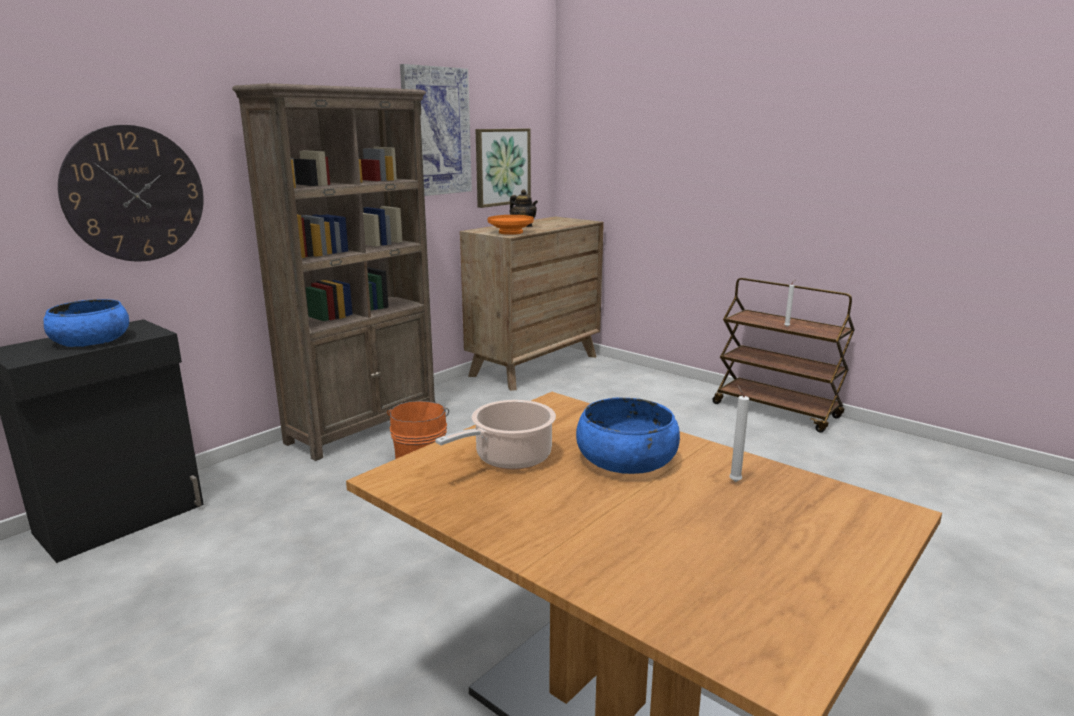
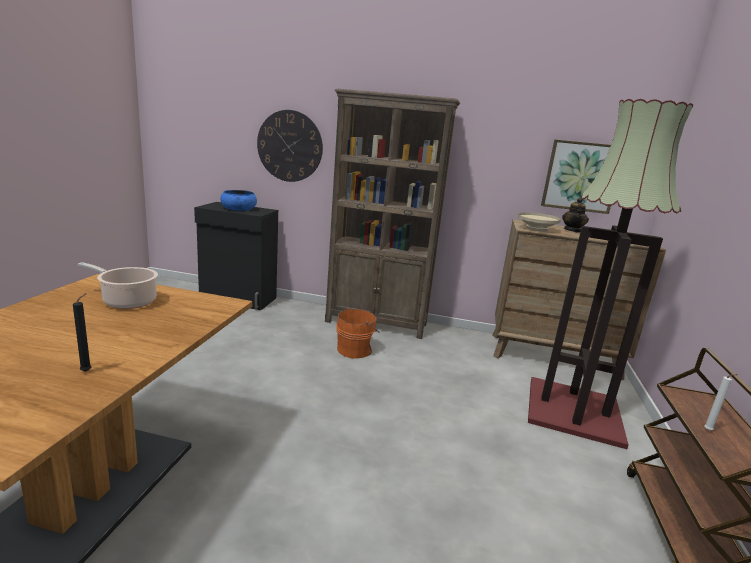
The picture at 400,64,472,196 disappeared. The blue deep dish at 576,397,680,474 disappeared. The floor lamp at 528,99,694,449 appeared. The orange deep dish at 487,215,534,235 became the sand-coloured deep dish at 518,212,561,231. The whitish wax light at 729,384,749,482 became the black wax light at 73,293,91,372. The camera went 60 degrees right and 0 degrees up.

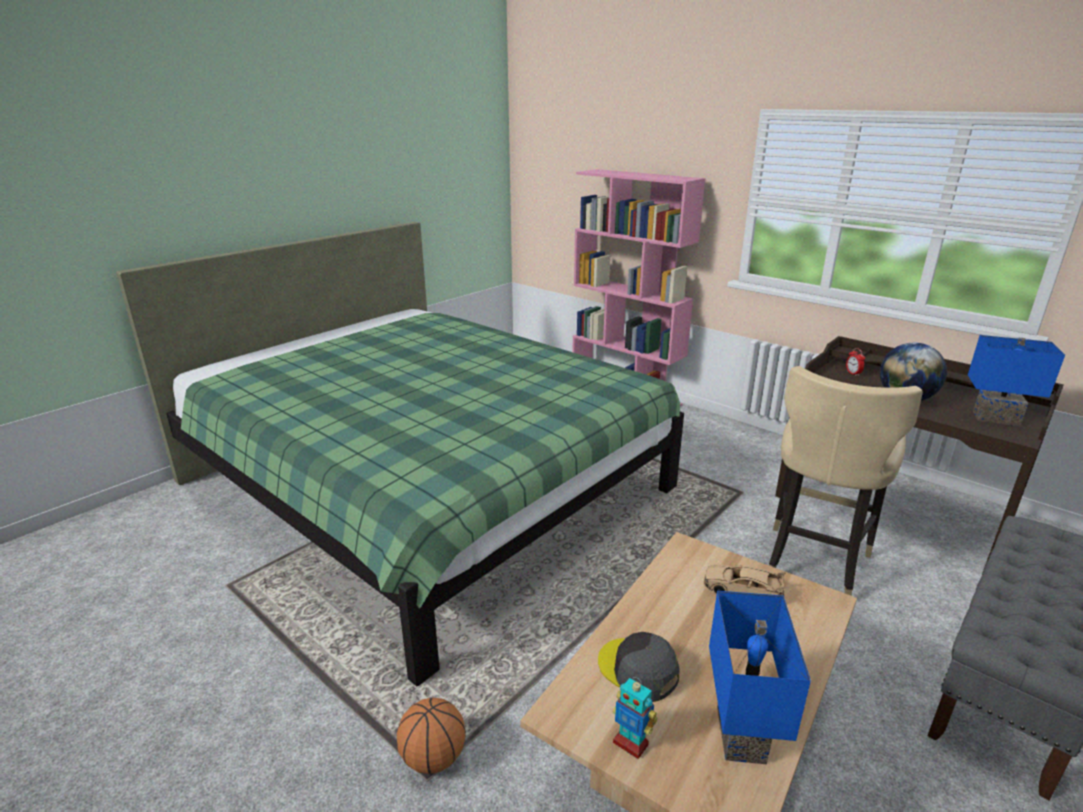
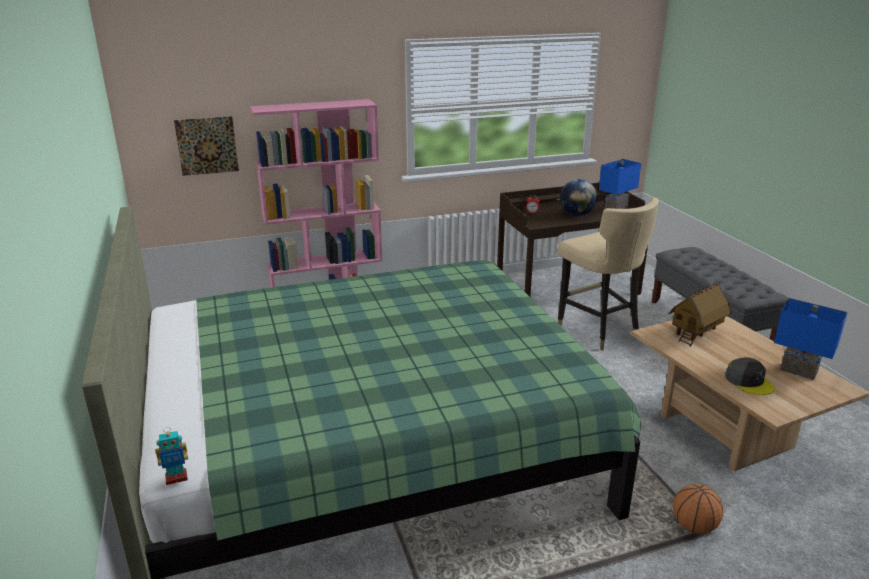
The picture at 174,116,239,176 appeared. The robot figure moved from 612,677,657,759 to 155,427,188,485. The sand-coloured miniature car at 704,564,786,596 was replaced by the miniature house at 669,283,731,347. The greyish peaked cap at 598,632,679,702 turned 105 degrees counterclockwise. The camera went 60 degrees left and 0 degrees up.

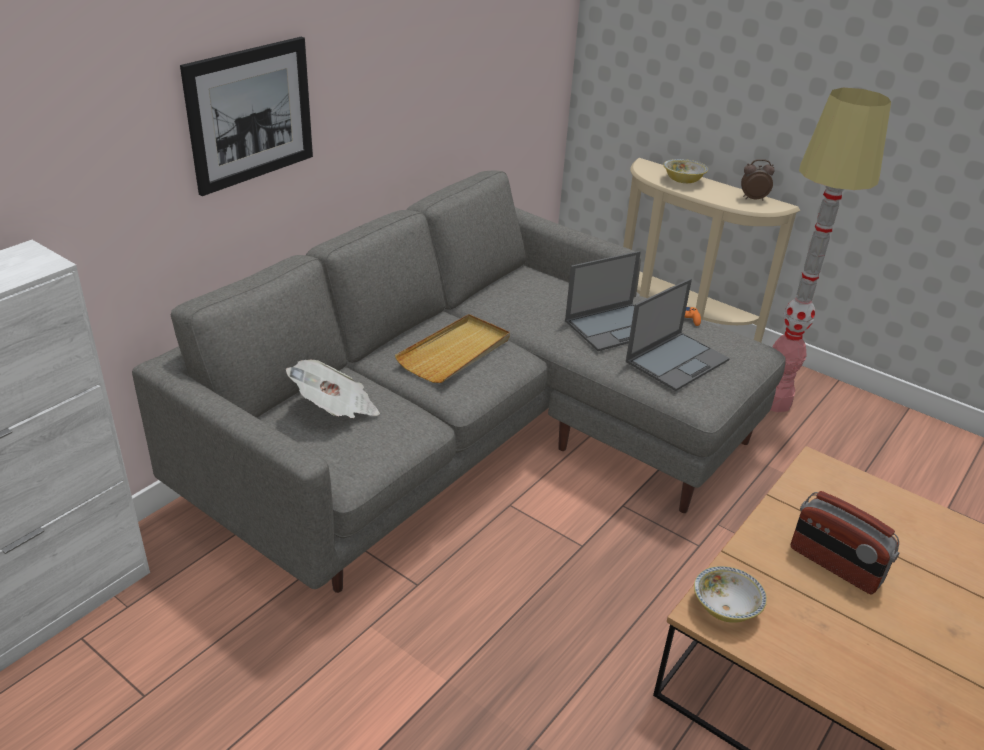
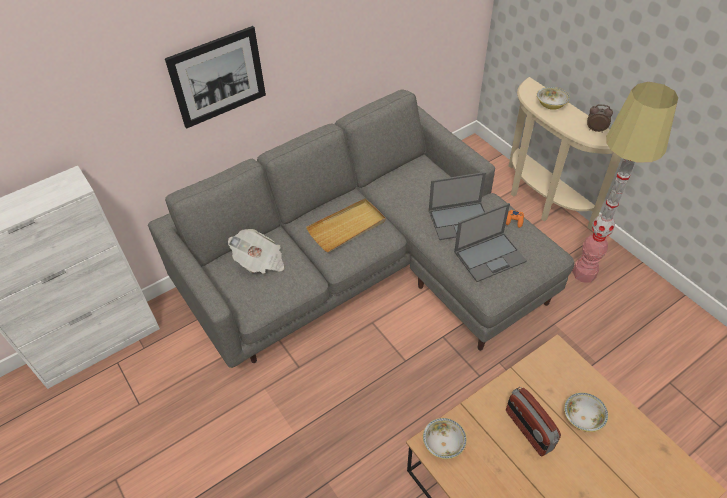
The deep dish at 564,392,608,432 appeared. The camera went 20 degrees right and 15 degrees up.

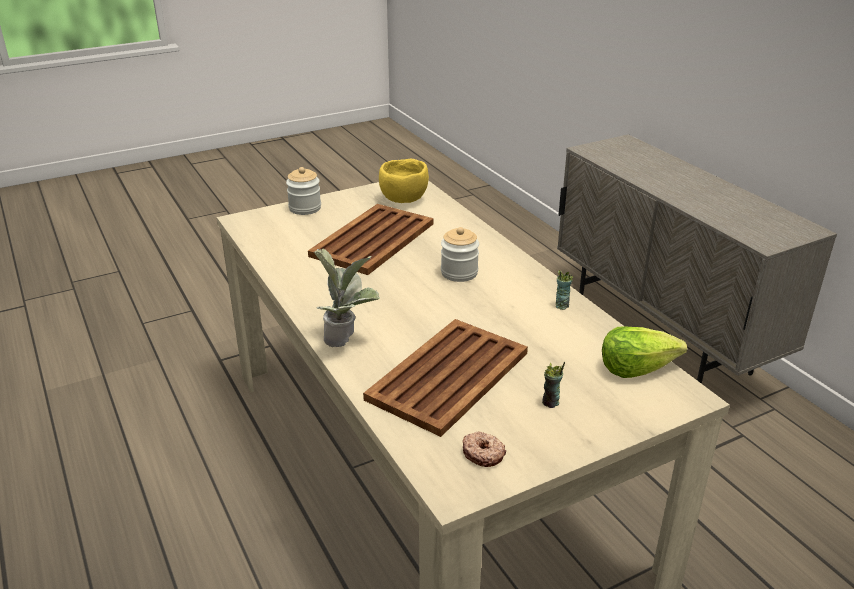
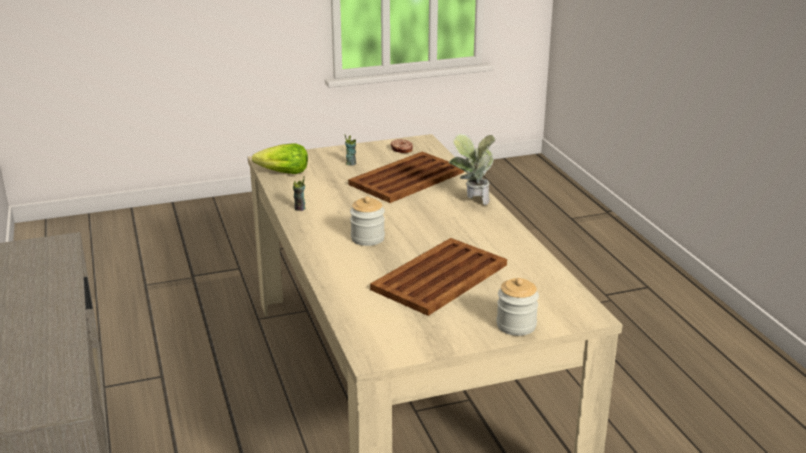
The yellowish deep dish at 379,159,429,203 disappeared. The camera went 170 degrees left and 5 degrees down.

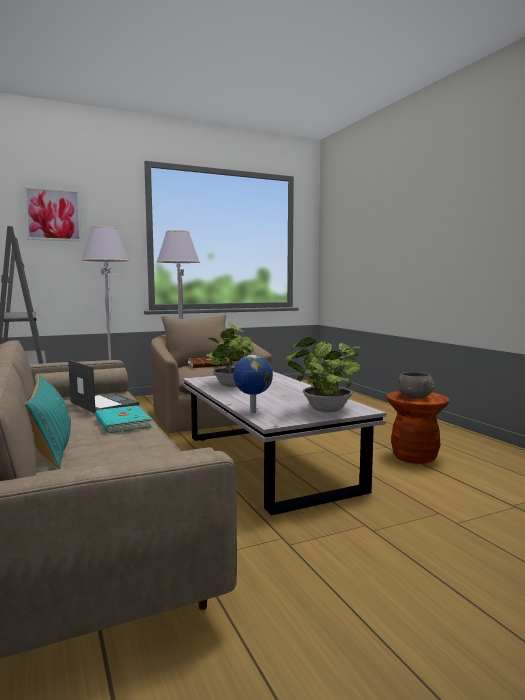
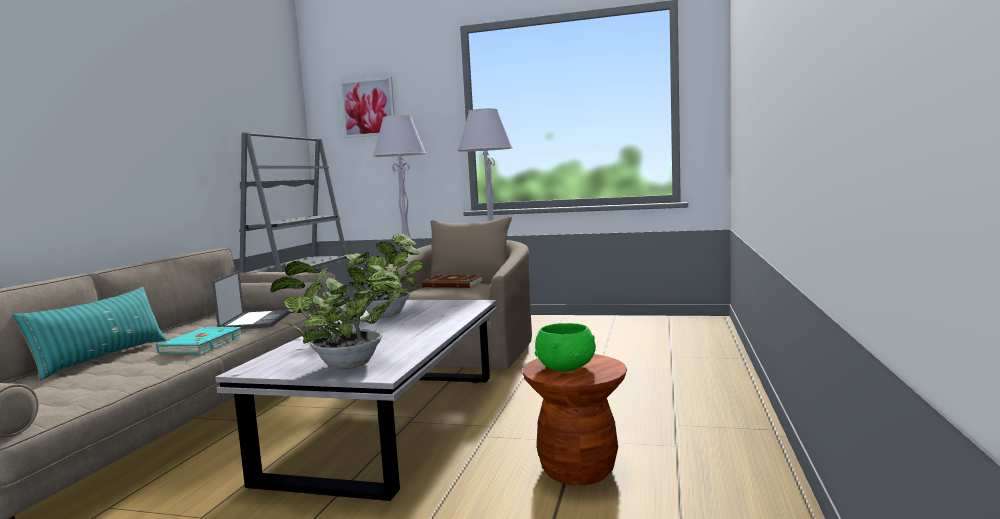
The globe at 233,355,273,413 disappeared. The greyish deep dish at 397,372,435,399 became the green deep dish at 535,323,596,371. The camera went 40 degrees right and 0 degrees up.

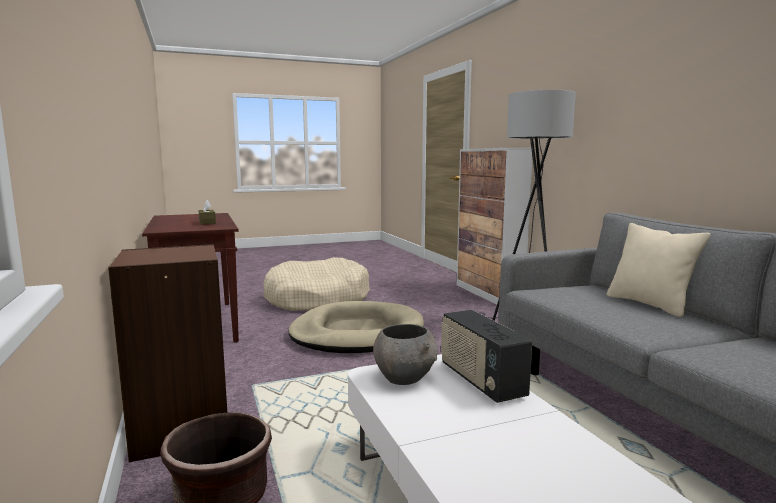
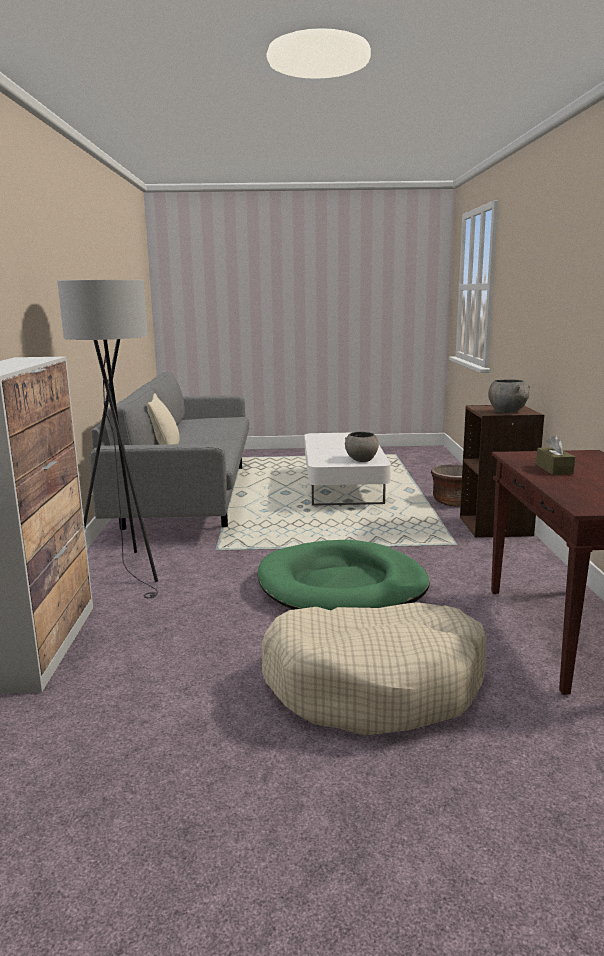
The radio set at 441,310,532,403 disappeared. The greyish deep dish at 488,380,530,413 appeared. The sand-coloured dog cushion at 288,301,424,353 became the green dog cushion at 258,540,430,610. The camera went 160 degrees left and 5 degrees up.

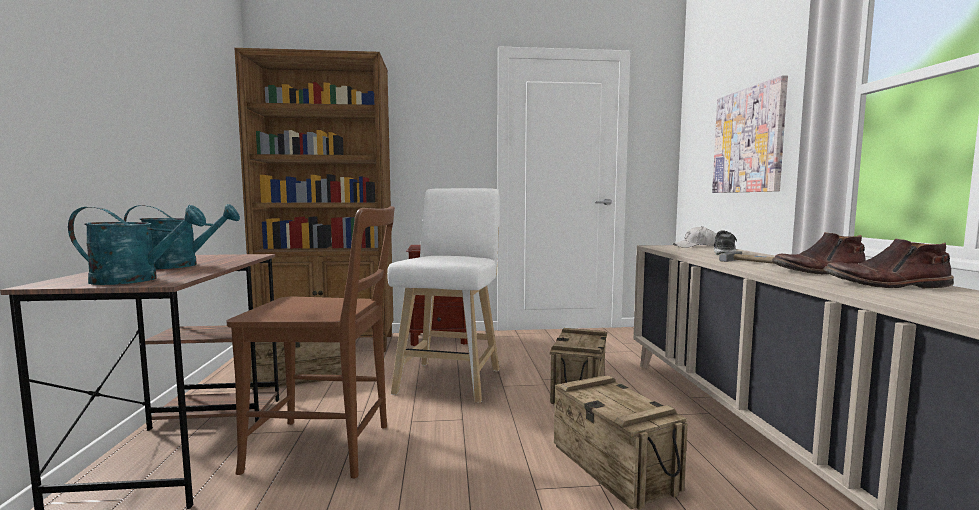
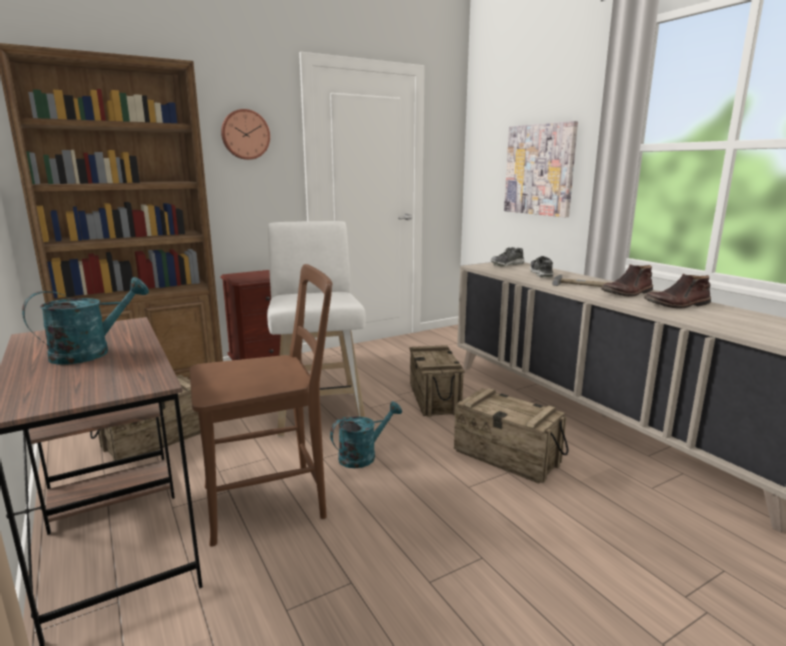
The hanging clock at 221,109,270,160 appeared. The turquoise-coloured watering pot moved from 68,205,206,285 to 330,401,402,468. The whitish peaked cap at 673,226,716,248 was replaced by the low shoe at 491,247,524,267. The camera went 25 degrees left and 10 degrees up.

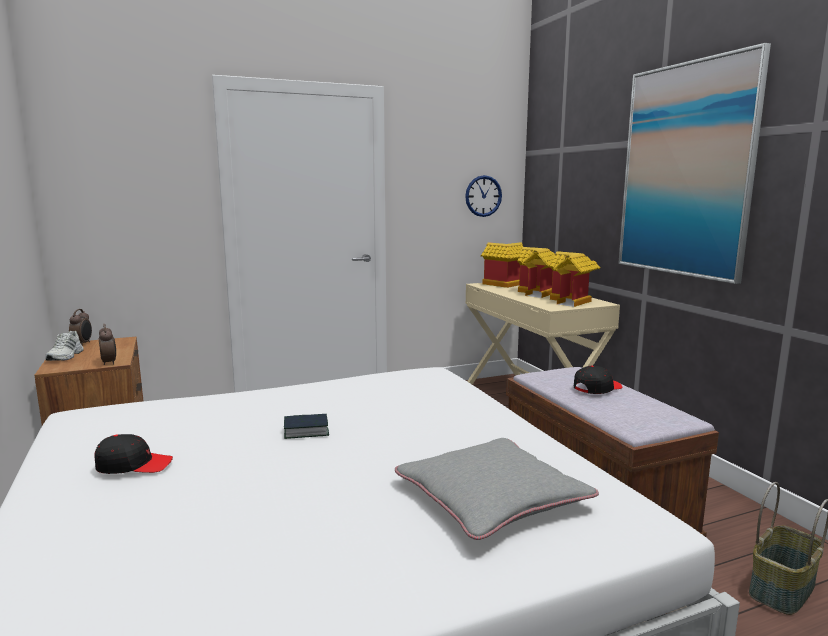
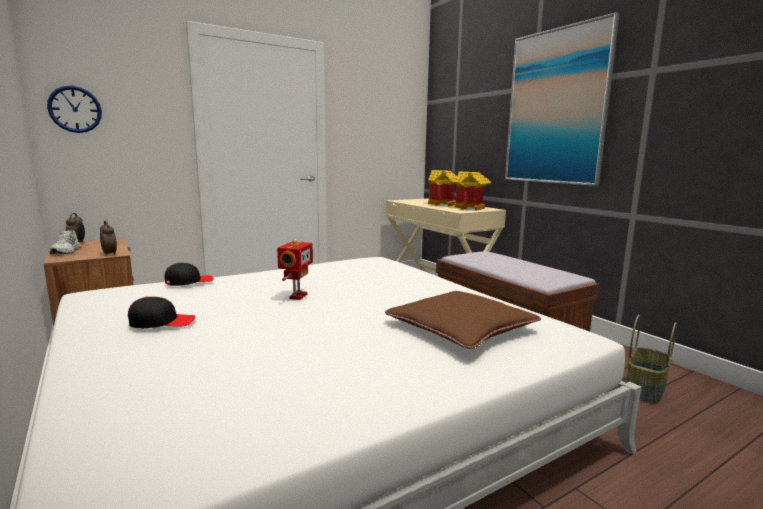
The miniature house at 481,243,523,288 disappeared. The hanging clock moved from 465,175,502,217 to 47,86,102,133. The black peaked cap moved from 573,366,622,394 to 164,263,213,286. The volume at 284,414,329,439 was replaced by the robot figure at 277,239,313,300. The greyish pillow at 395,438,599,540 became the brown-coloured pillow at 385,291,541,349. The camera went 10 degrees left and 0 degrees up.

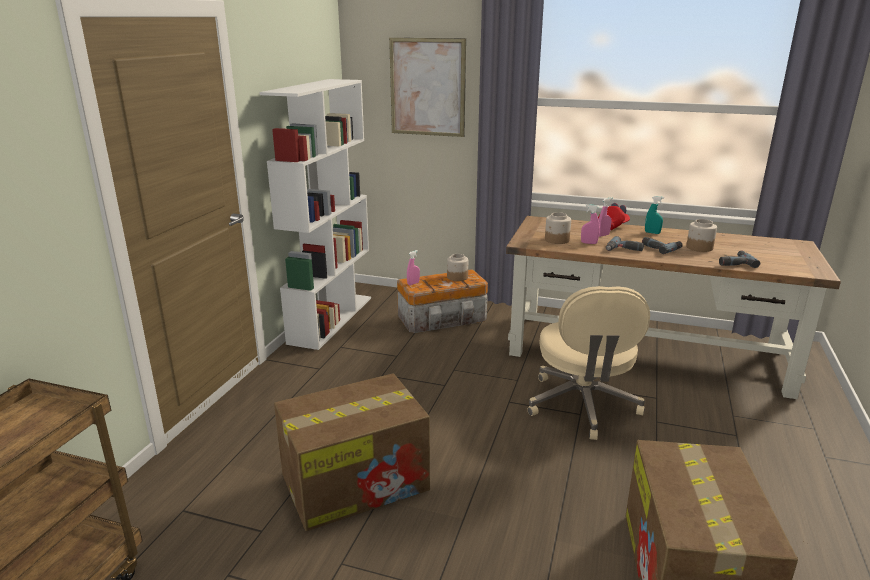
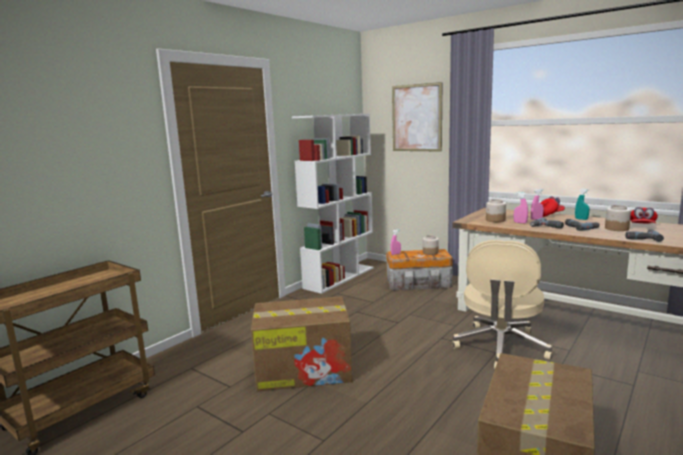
The reddish peaked cap at 630,207,658,223 appeared. The camera went 20 degrees right and 10 degrees down.

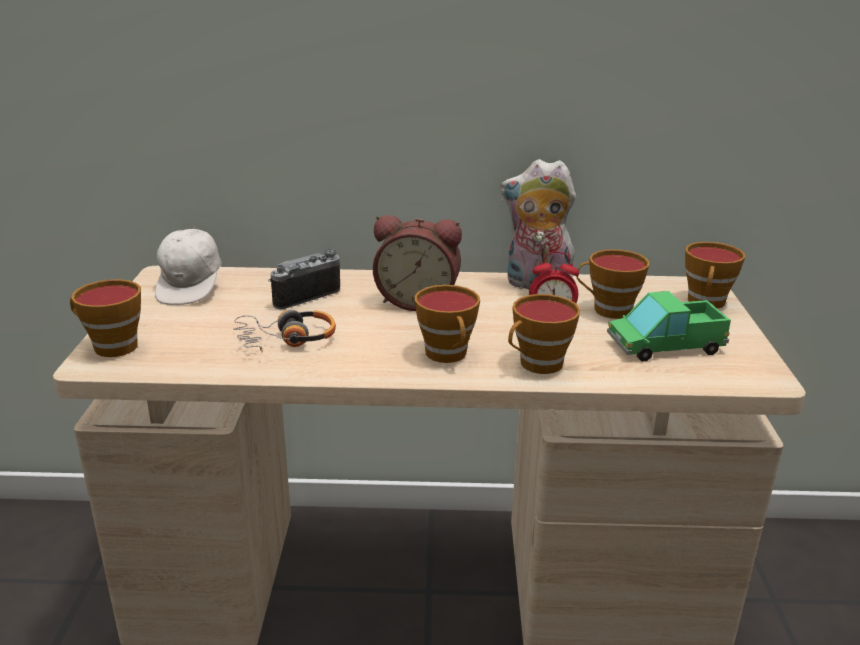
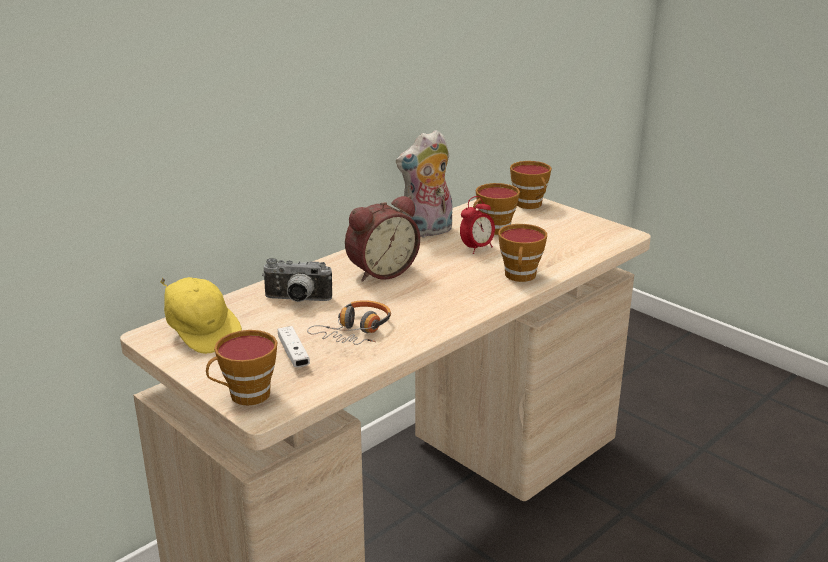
The cup at 415,285,480,363 disappeared. The toy lorry at 607,291,731,362 disappeared. The whitish joypad at 278,326,310,367 appeared. The whitish peaked cap at 155,225,221,305 became the yellowish peaked cap at 160,277,242,354. The still camera at 268,249,340,309 turned 90 degrees counterclockwise. The camera went 45 degrees left and 0 degrees up.

